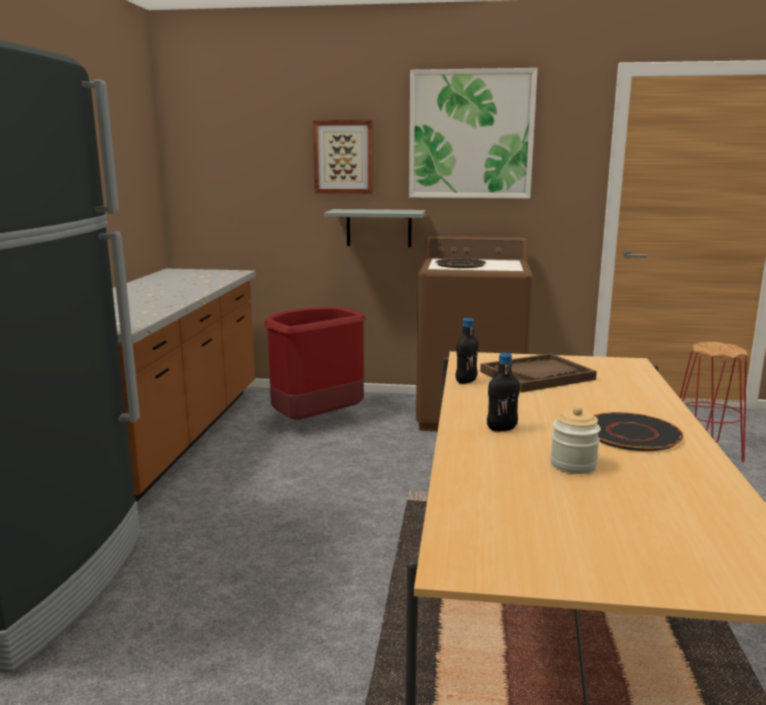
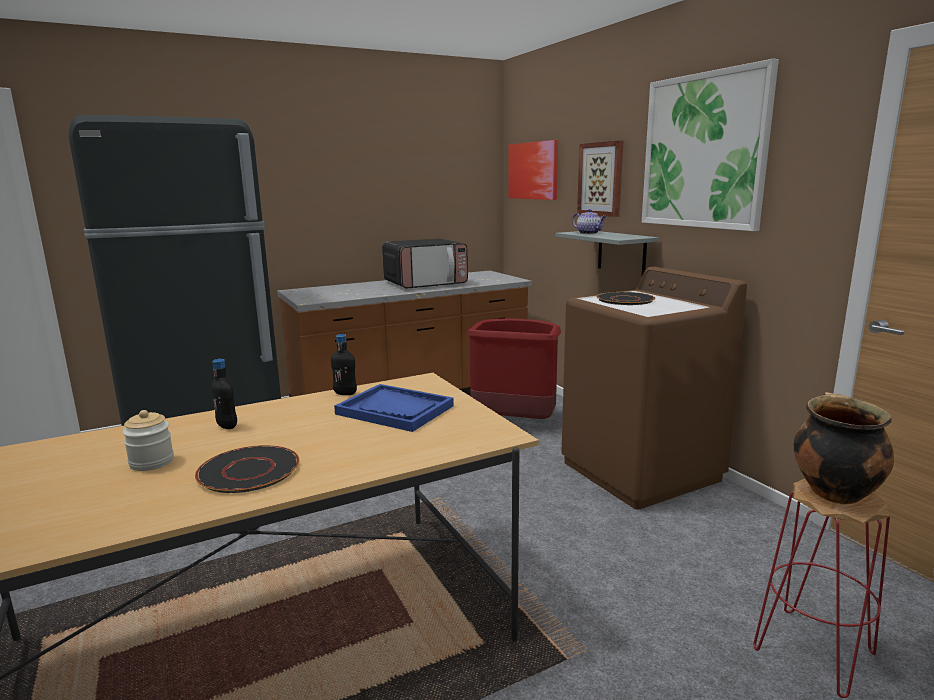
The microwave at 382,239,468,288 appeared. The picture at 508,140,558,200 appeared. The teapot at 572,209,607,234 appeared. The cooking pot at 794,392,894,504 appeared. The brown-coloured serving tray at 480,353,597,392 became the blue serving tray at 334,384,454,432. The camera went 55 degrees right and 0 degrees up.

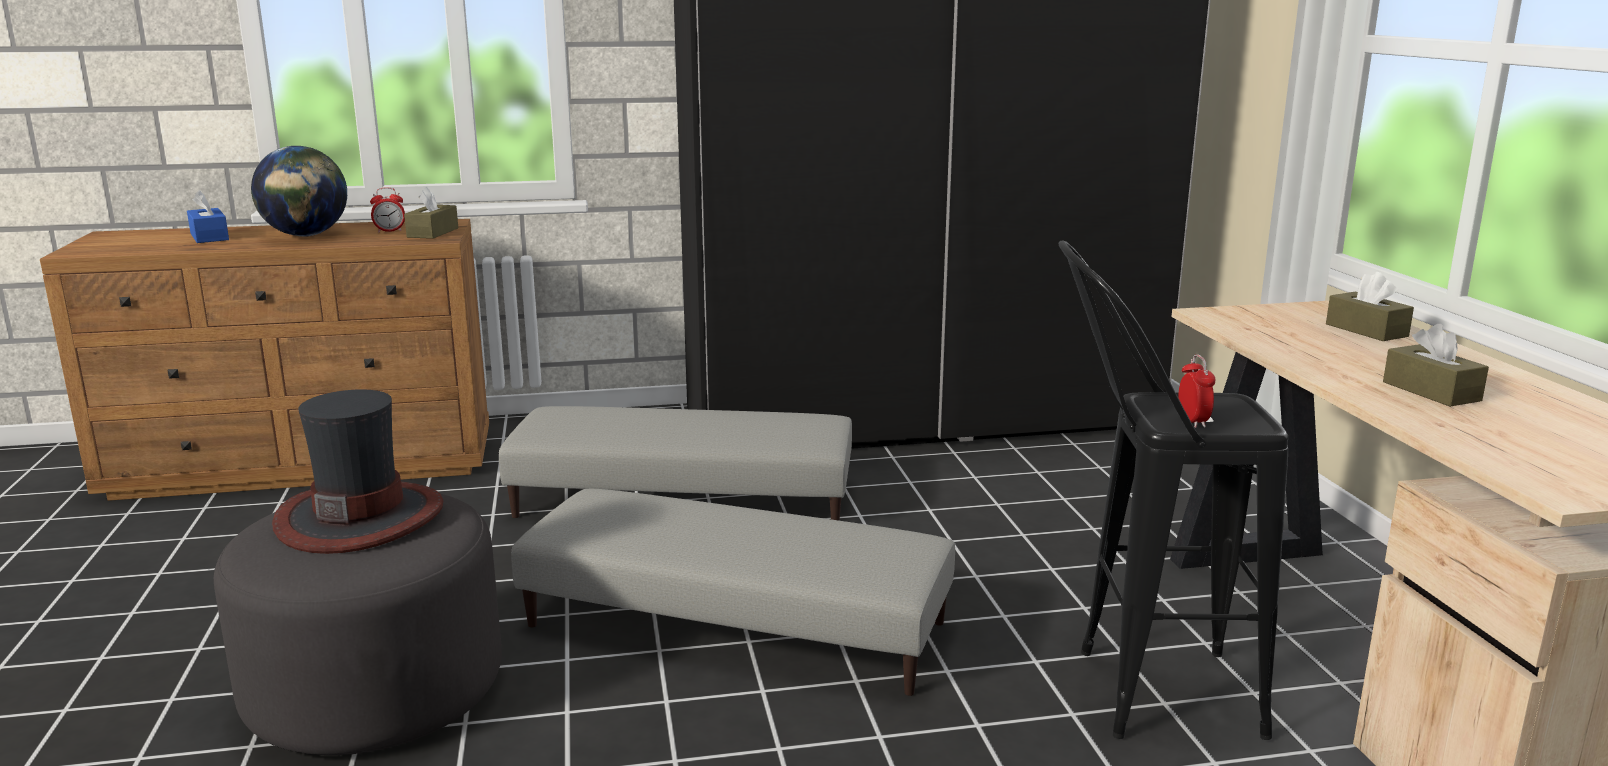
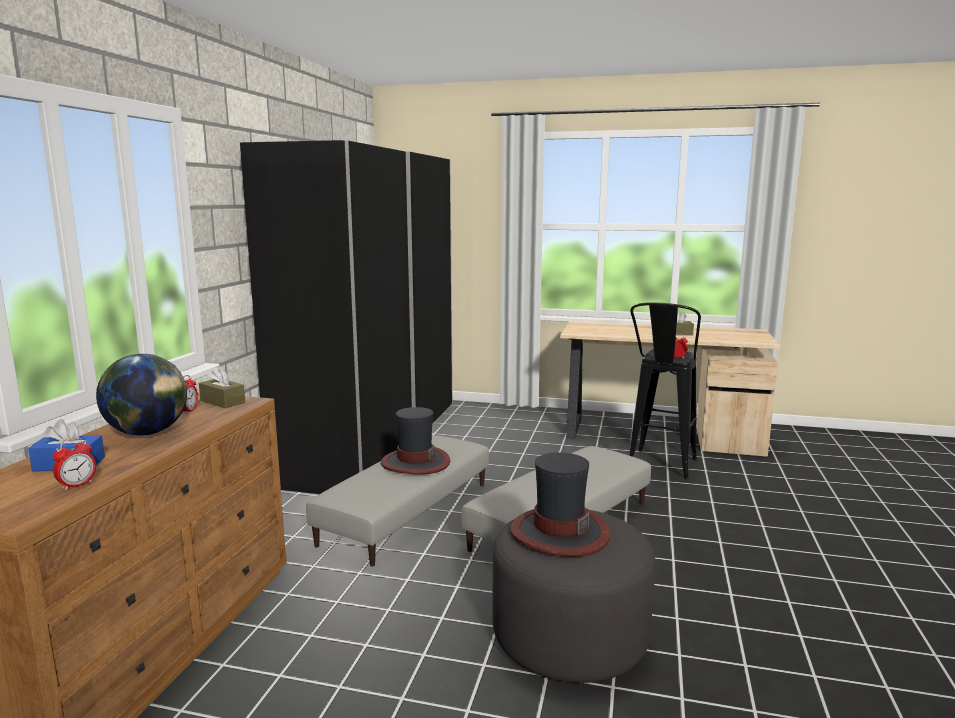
The brown-coloured tissue box at 1326,272,1414,341 disappeared. The bedside clock at 53,437,96,490 appeared. The wearable hat at 381,407,450,475 appeared. The camera went 65 degrees left and 5 degrees down.

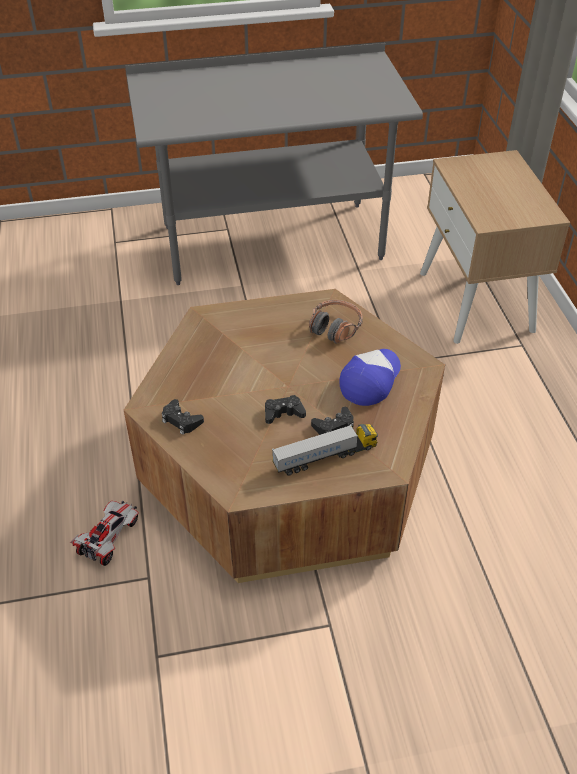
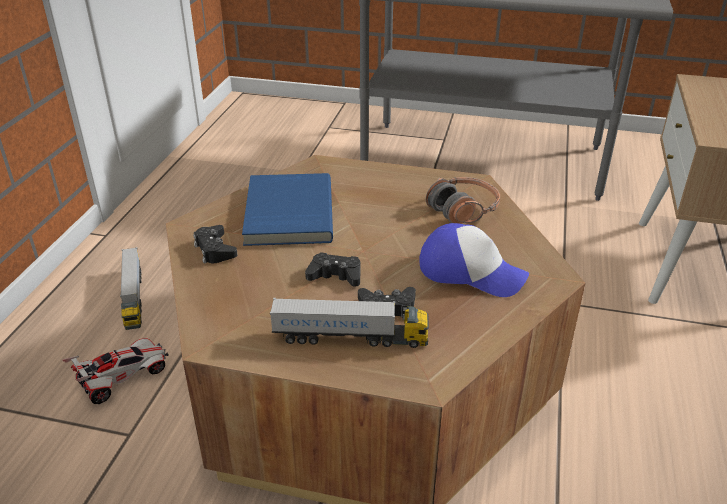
The toy lorry at 120,247,142,330 appeared. The blue volume at 242,173,333,246 appeared. The peaked cap at 339,349,401,406 turned 60 degrees clockwise. The camera went 25 degrees right and 10 degrees down.

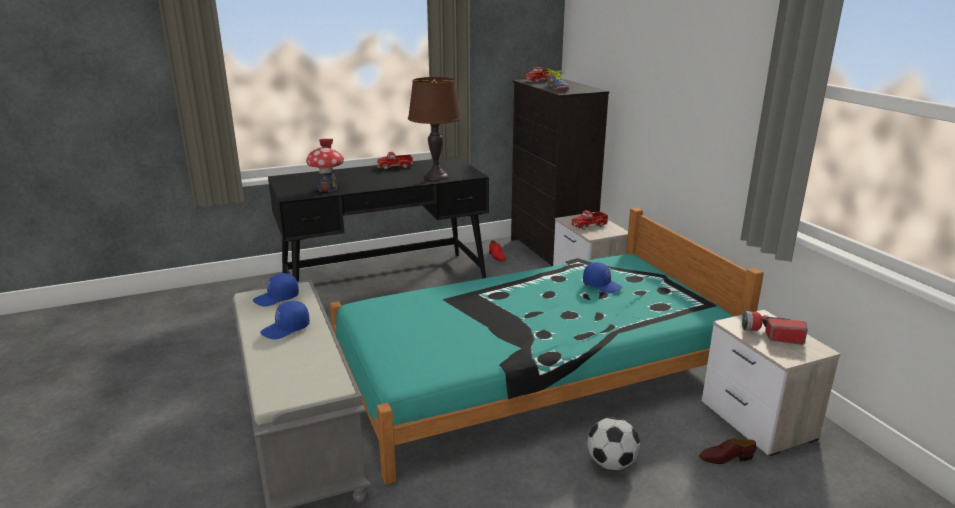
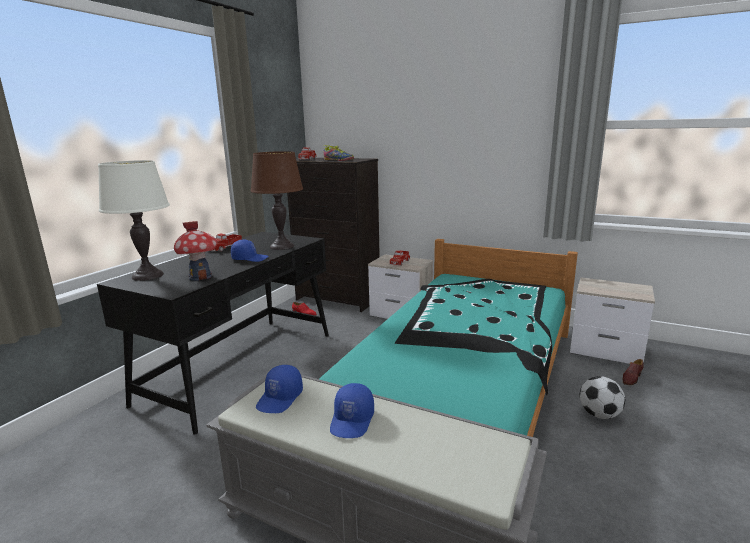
The flashlight at 742,311,808,345 disappeared. The whitish table lamp at 98,160,170,281 appeared. The blue peaked cap moved from 583,262,622,293 to 231,239,268,262. The camera went 40 degrees left and 5 degrees down.

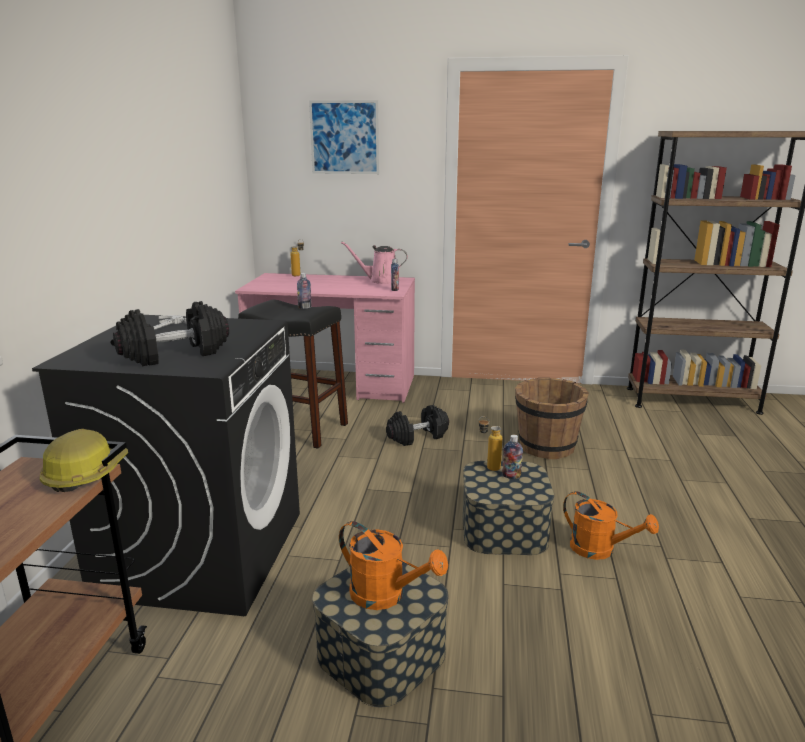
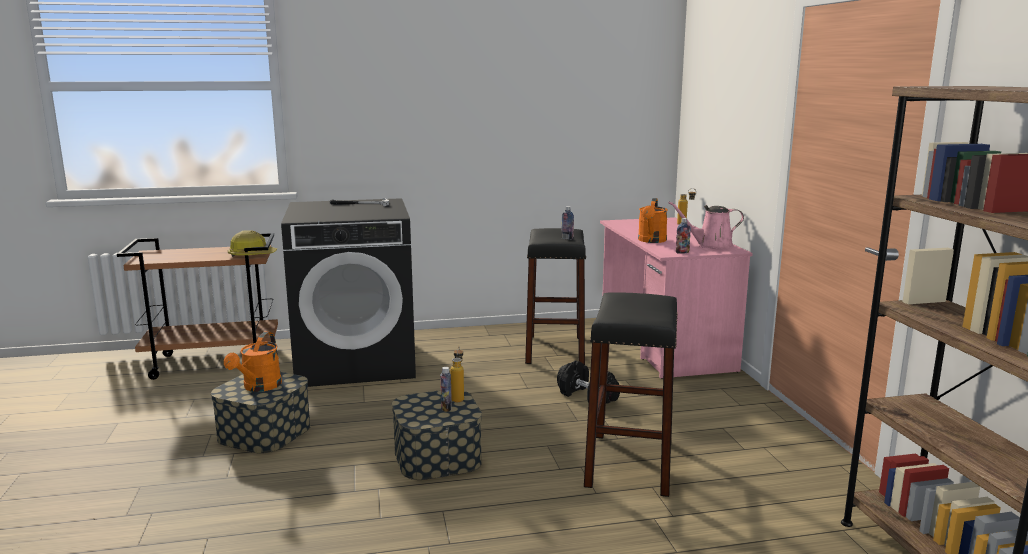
The black free weight at 113,301,229,367 disappeared. The picture at 309,100,379,174 disappeared. The orange watering pot moved from 563,491,659,560 to 638,198,668,243. The brown-coloured bucket at 515,378,589,459 was replaced by the black stool seat at 584,292,678,497. The pink watering pot at 341,241,408,284 turned 75 degrees counterclockwise. The camera went 70 degrees right and 5 degrees down.

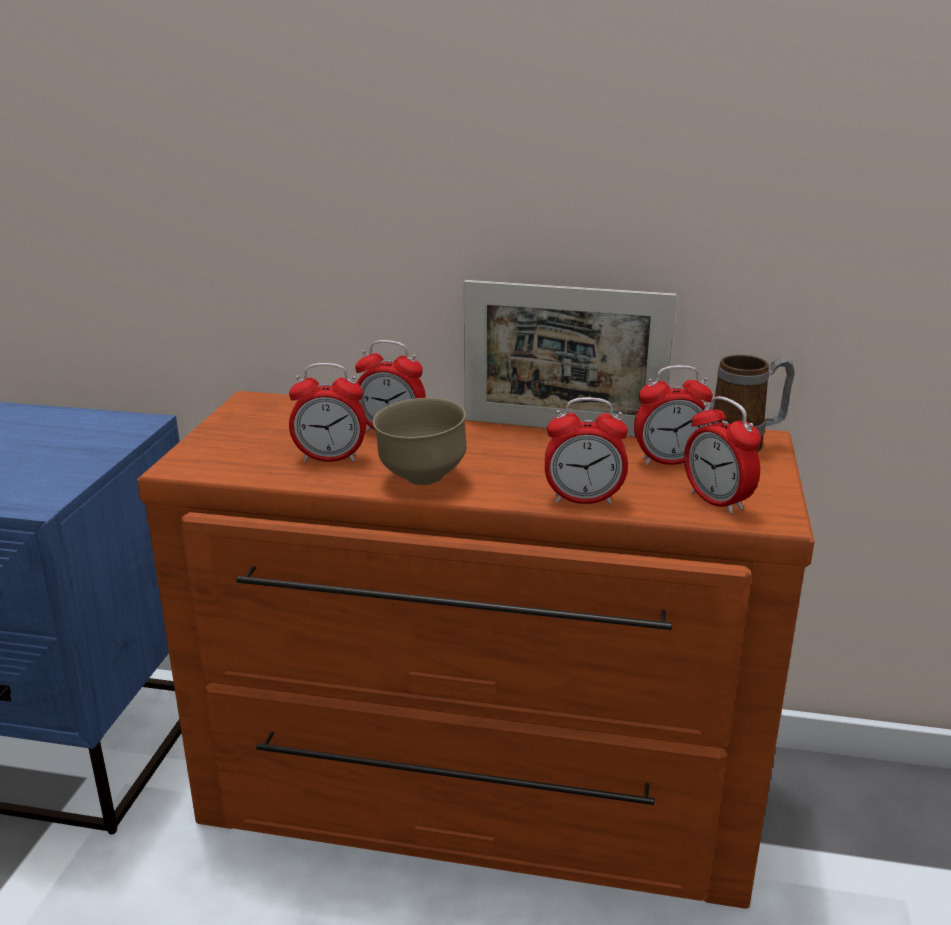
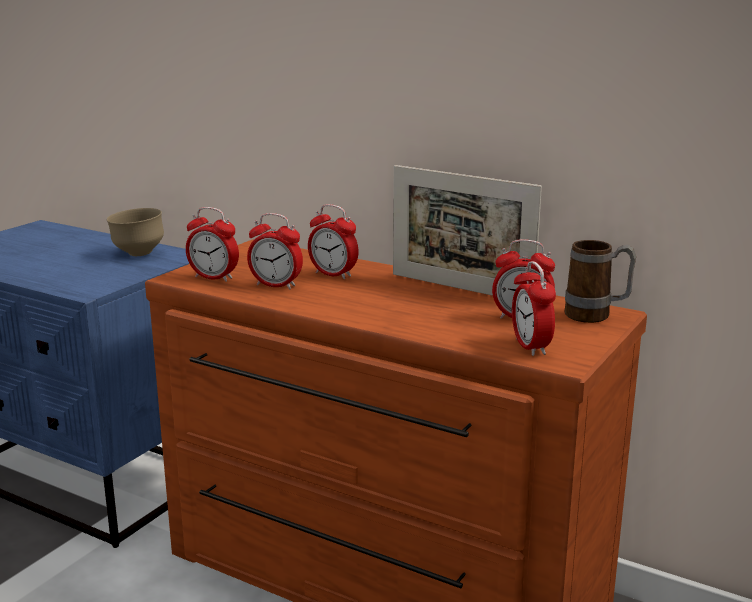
The brown-coloured deep dish moved from 373,398,467,485 to 107,208,164,256. The bedside clock moved from 545,397,628,504 to 186,207,239,282. The camera went 20 degrees right and 5 degrees down.

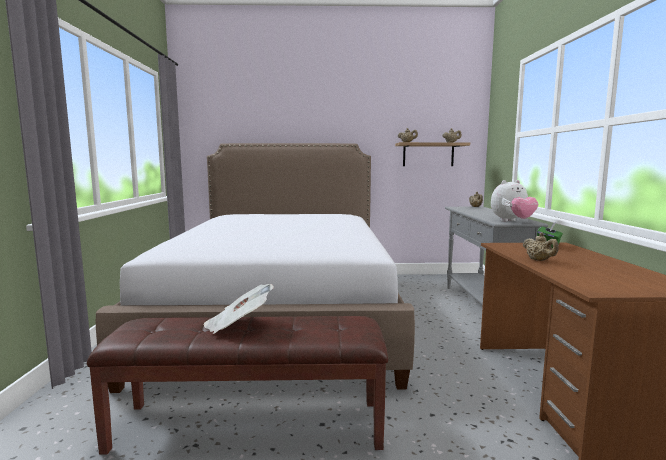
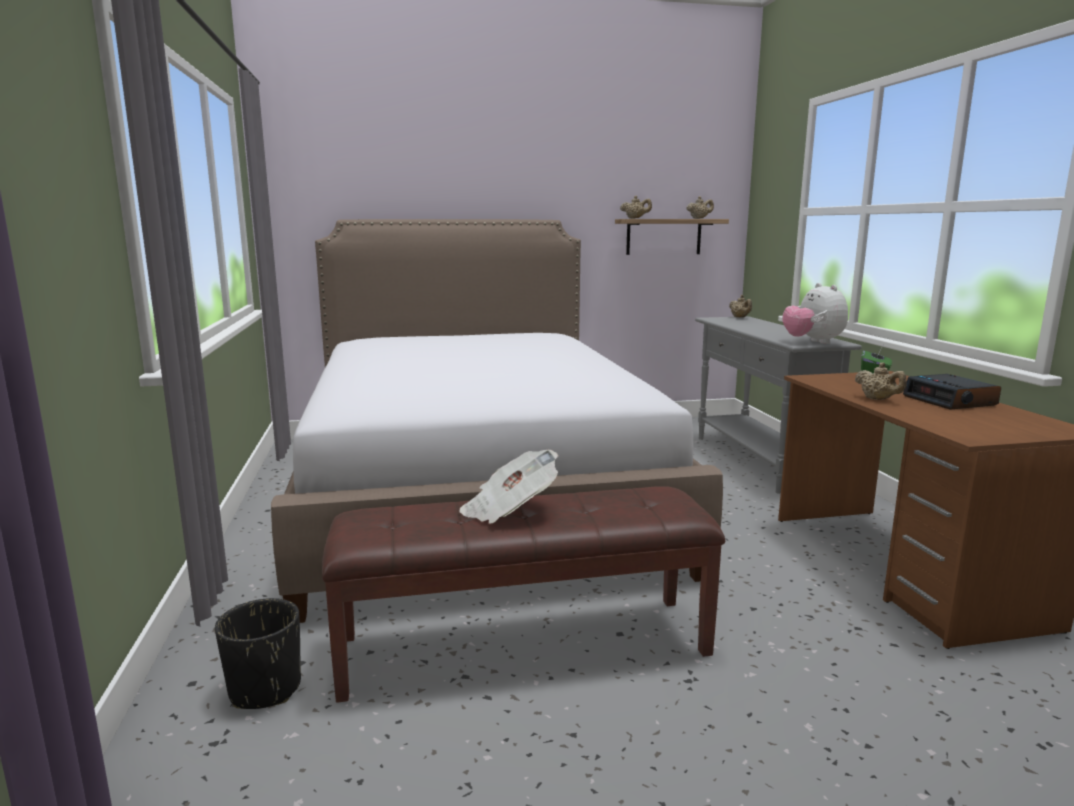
The black planter at 215,598,301,709 appeared. The bedside clock at 903,374,1001,410 appeared. The plush toy at 491,180,538,222 turned 105 degrees clockwise. The camera went 10 degrees left and 5 degrees up.

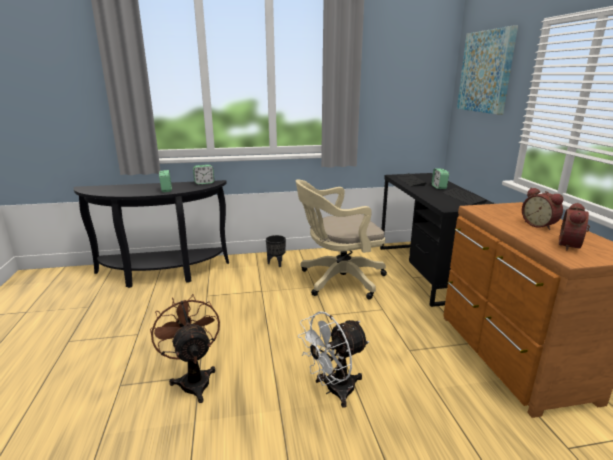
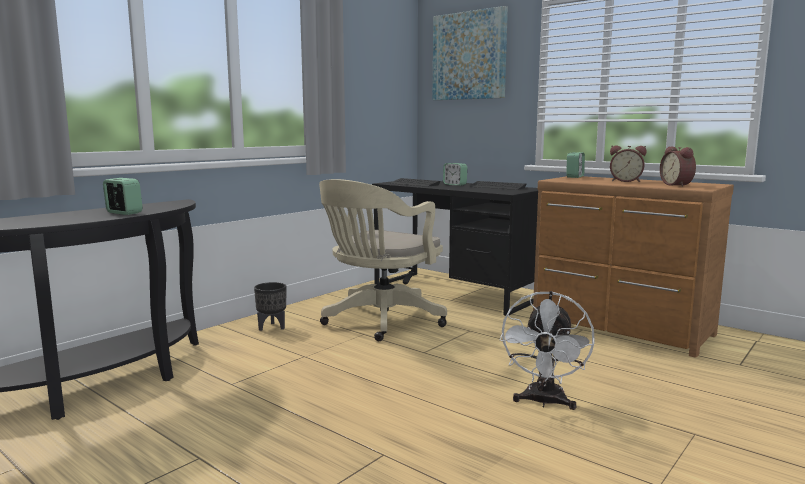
The brown-coloured fan at 150,294,220,403 disappeared. The bedside clock moved from 193,165,214,184 to 567,152,585,178. The camera went 40 degrees left and 10 degrees down.

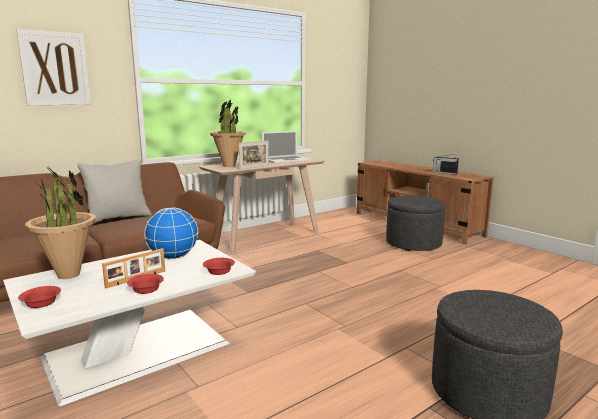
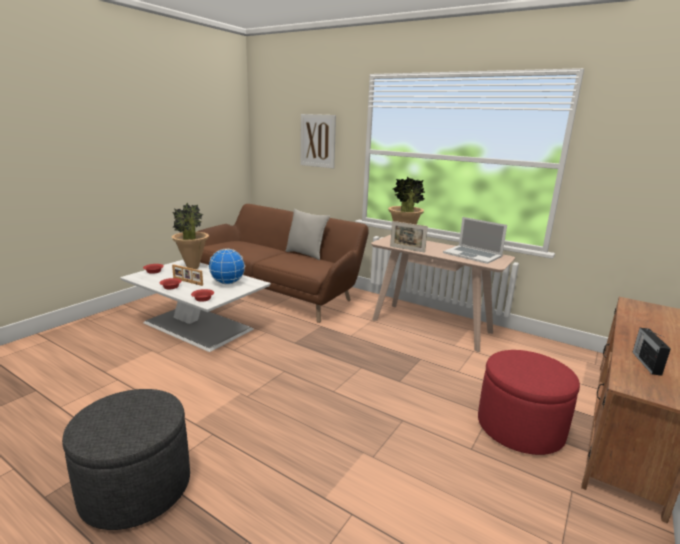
The greyish pouffe at 386,195,445,251 became the reddish pouffe at 478,350,580,455. The camera went 70 degrees right and 5 degrees up.

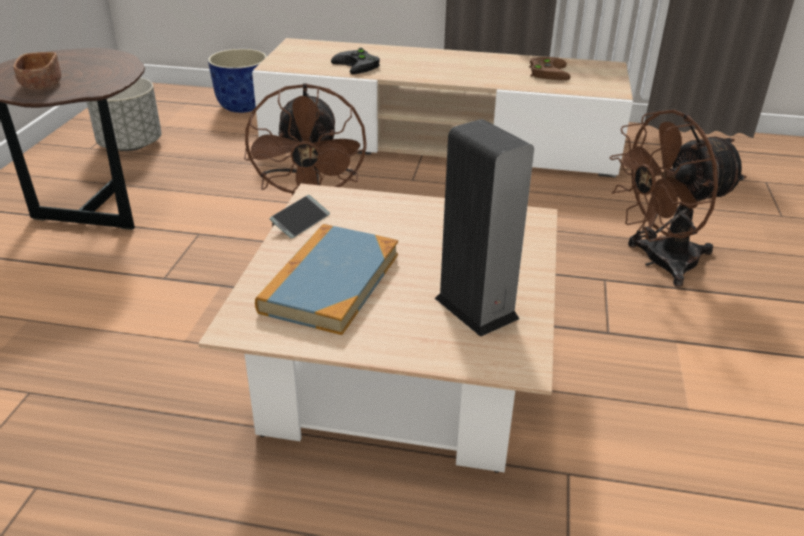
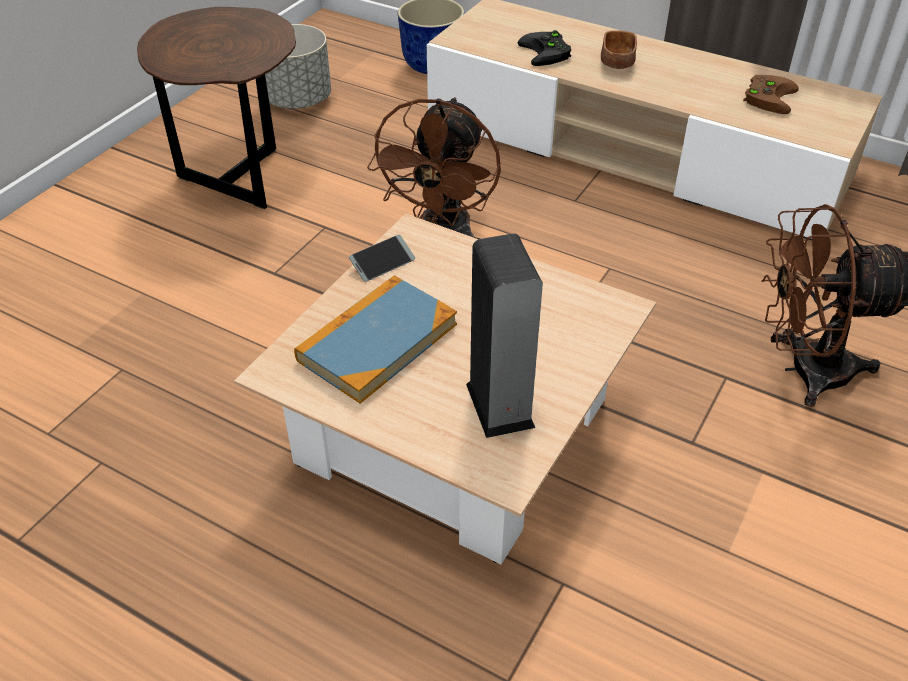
The brown-coloured deep dish moved from 13,52,61,89 to 601,30,637,69. The camera went 20 degrees right and 10 degrees up.

